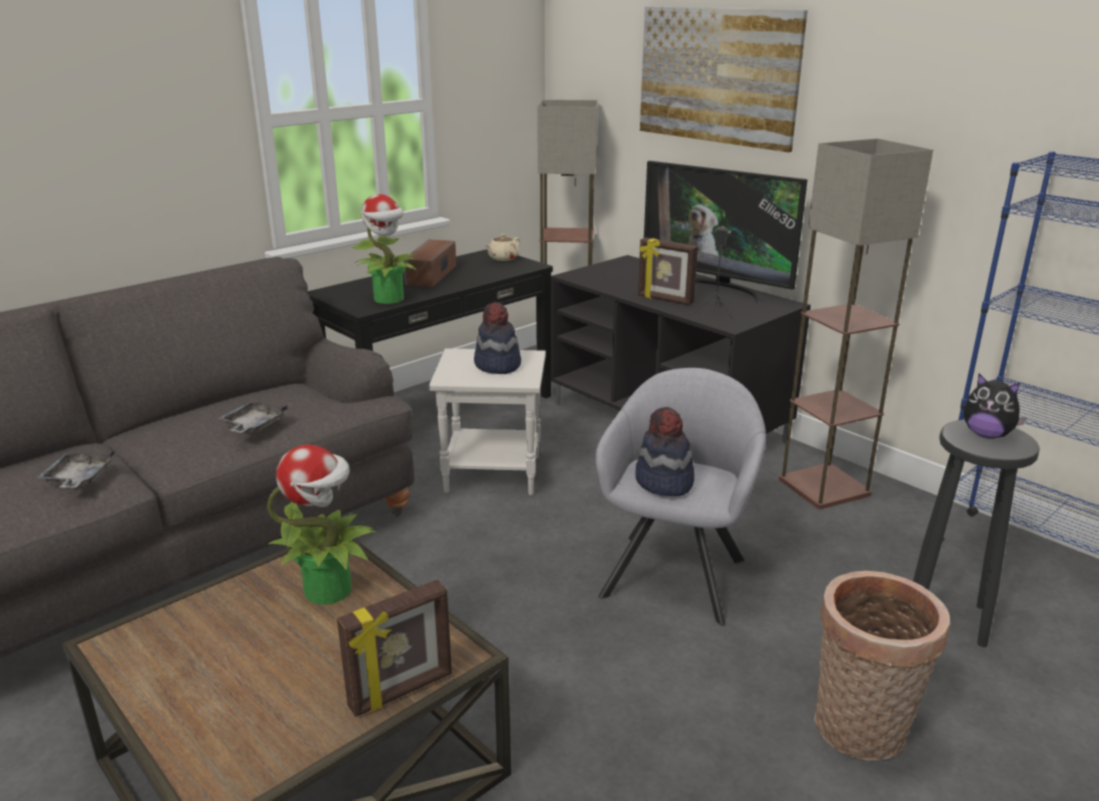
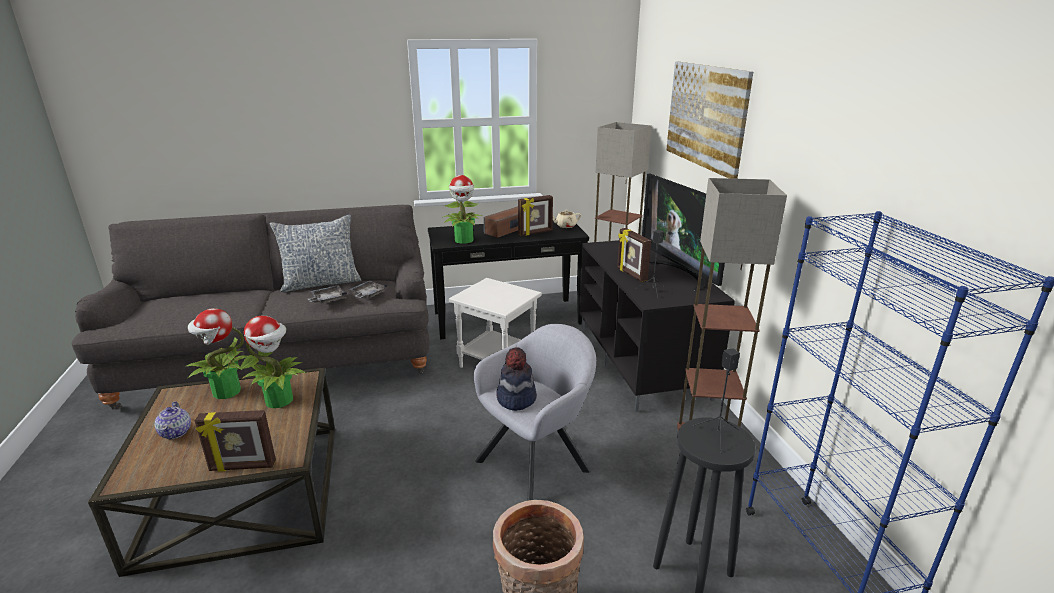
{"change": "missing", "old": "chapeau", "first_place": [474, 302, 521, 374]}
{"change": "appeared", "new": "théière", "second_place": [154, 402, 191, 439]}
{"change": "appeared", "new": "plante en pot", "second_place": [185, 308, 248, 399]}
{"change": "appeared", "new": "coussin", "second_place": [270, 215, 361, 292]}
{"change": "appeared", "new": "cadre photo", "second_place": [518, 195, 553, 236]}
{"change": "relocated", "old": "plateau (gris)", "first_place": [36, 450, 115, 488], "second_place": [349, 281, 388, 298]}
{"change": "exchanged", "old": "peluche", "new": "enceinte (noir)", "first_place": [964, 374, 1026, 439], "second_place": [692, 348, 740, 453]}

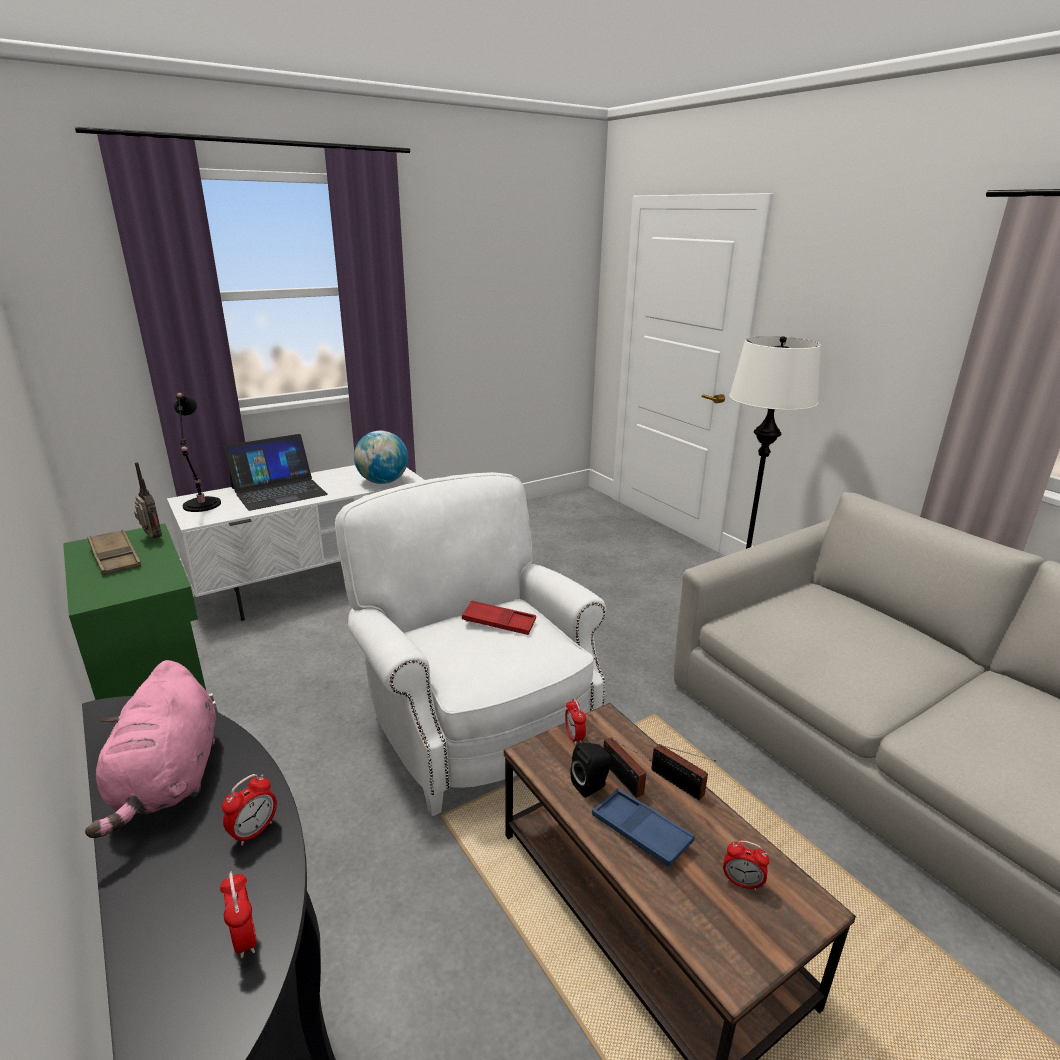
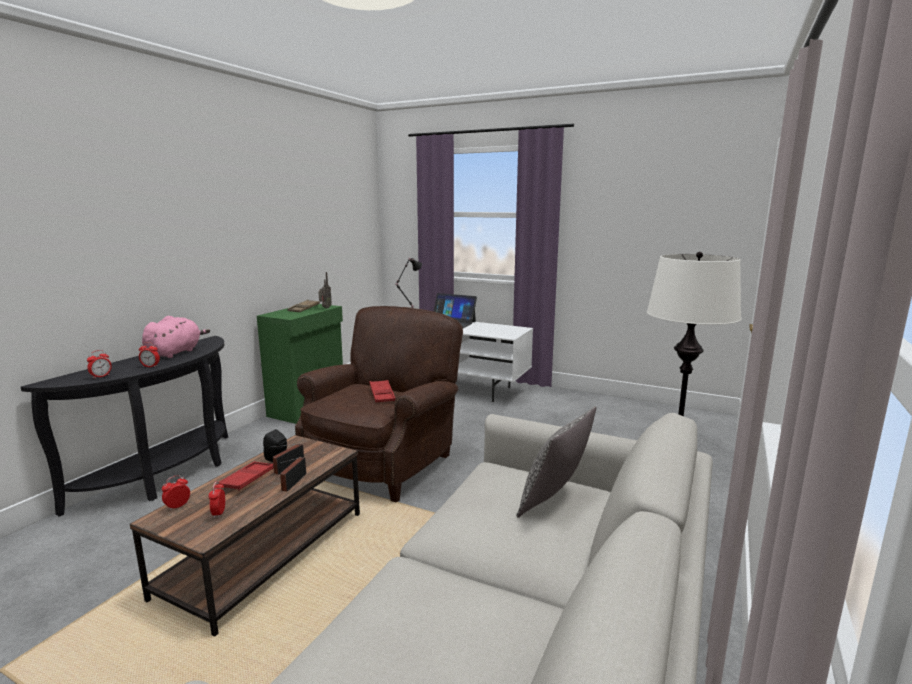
{"change": "missing", "old": "globe", "first_place": [354, 431, 408, 484]}
{"change": "appeared", "new": "coussin", "second_place": [516, 406, 596, 518]}
{"change": "relocated", "old": "réveil", "first_place": [565, 698, 586, 745], "second_place": [162, 475, 190, 511]}
{"change": "colour", "old": "fauteuil (blanc)", "new": "fauteuil (marron)", "first_place": [335, 472, 606, 816], "second_place": [295, 306, 463, 502]}
{"change": "colour", "old": "plateau (bleu)", "new": "plateau (rouge)", "first_place": [592, 788, 695, 867], "second_place": [219, 461, 274, 491]}
{"change": "spun", "old": "peluche (rose)", "first_place": [85, 660, 216, 838], "second_place": [142, 316, 210, 358], "degrees": 150}

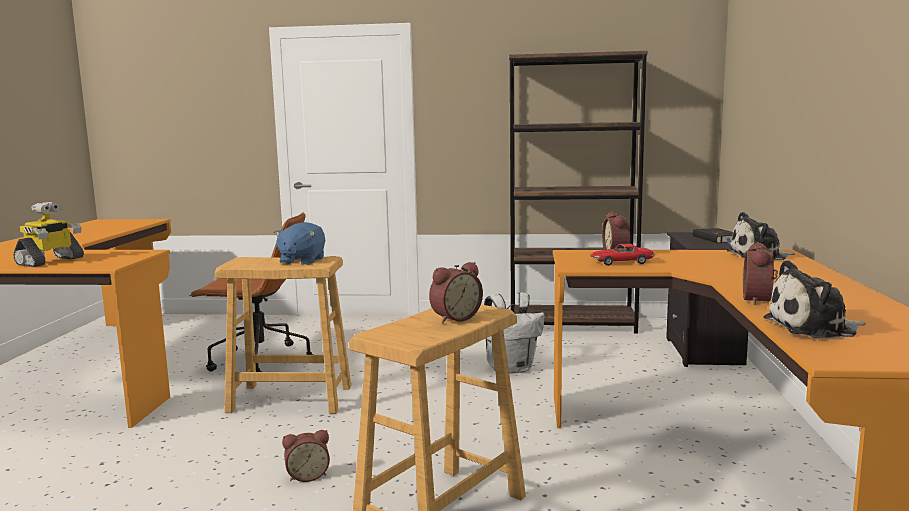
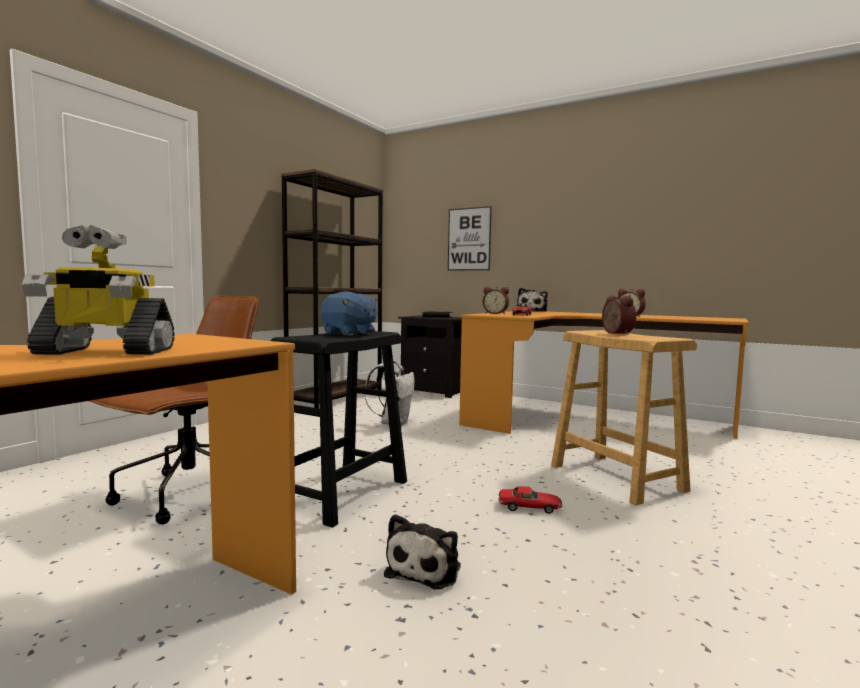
{"change": "appeared", "new": "tableau", "second_place": [448, 206, 492, 271]}
{"change": "relocated", "old": "peluche", "first_place": [763, 260, 866, 338], "second_place": [384, 514, 461, 590]}
{"change": "exchanged", "old": "réveil", "new": "petite voiture", "first_place": [282, 430, 330, 482], "second_place": [498, 486, 563, 514]}
{"change": "colour", "old": "tabouret (beige)", "new": "tabouret (noir)", "first_place": [215, 256, 352, 414], "second_place": [271, 330, 407, 528]}
{"change": "spun", "old": "robot jouet", "first_place": [13, 202, 84, 267], "second_place": [22, 225, 175, 355], "degrees": 120}

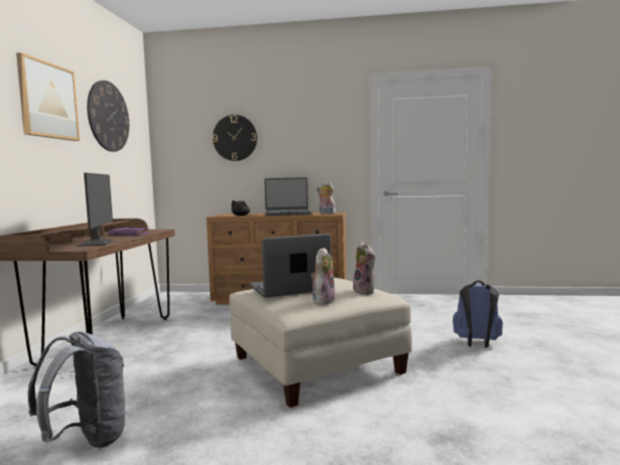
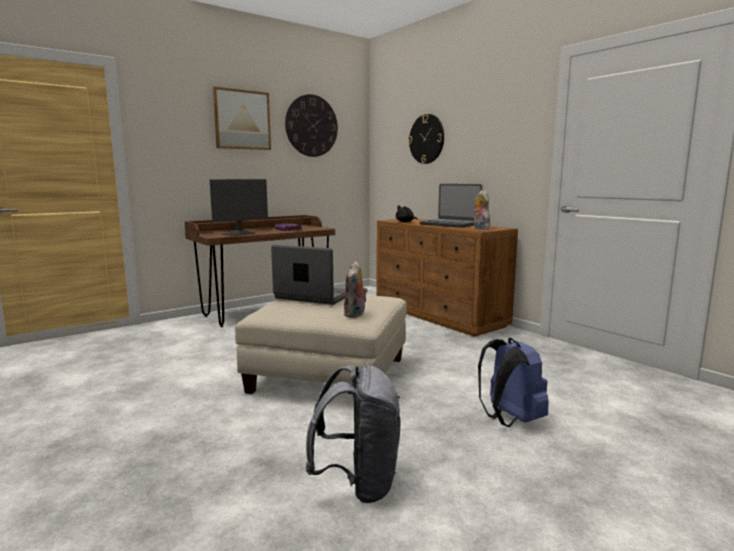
{"change": "missing", "old": "peluche", "first_place": [311, 248, 335, 305]}
{"change": "relocated", "old": "sac à dos (gris)", "first_place": [28, 332, 127, 448], "second_place": [305, 364, 400, 503]}

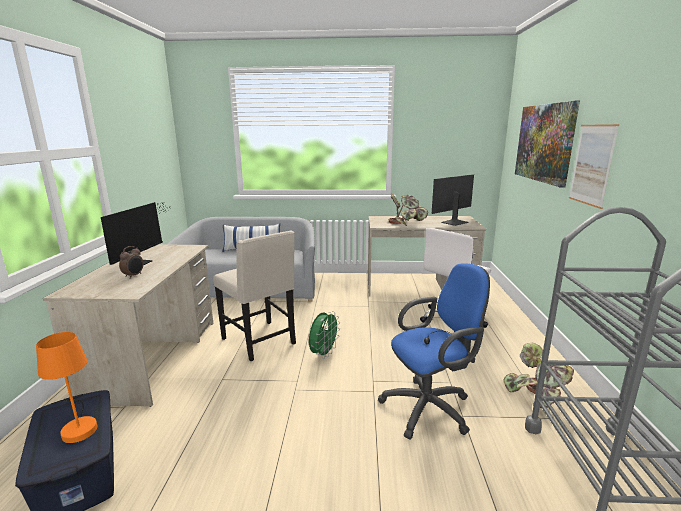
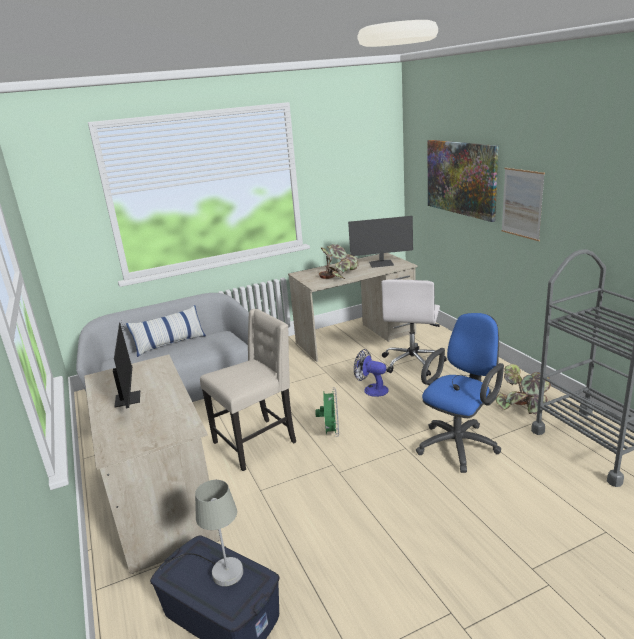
{"change": "missing", "old": "réveil", "first_place": [119, 246, 143, 278]}
{"change": "appeared", "new": "ventilateur", "second_place": [354, 349, 389, 397]}
{"change": "colour", "old": "lampe de table (orange)", "new": "lampe de table (gris)", "first_place": [36, 332, 98, 443], "second_place": [160, 480, 243, 587]}
{"change": "spun", "old": "chaise (beige)", "first_place": [213, 231, 296, 361], "second_place": [200, 309, 296, 471], "degrees": -60}
{"change": "spun", "old": "écran d'ordinateur", "first_place": [432, 174, 474, 226], "second_place": [348, 216, 413, 268], "degrees": -120}

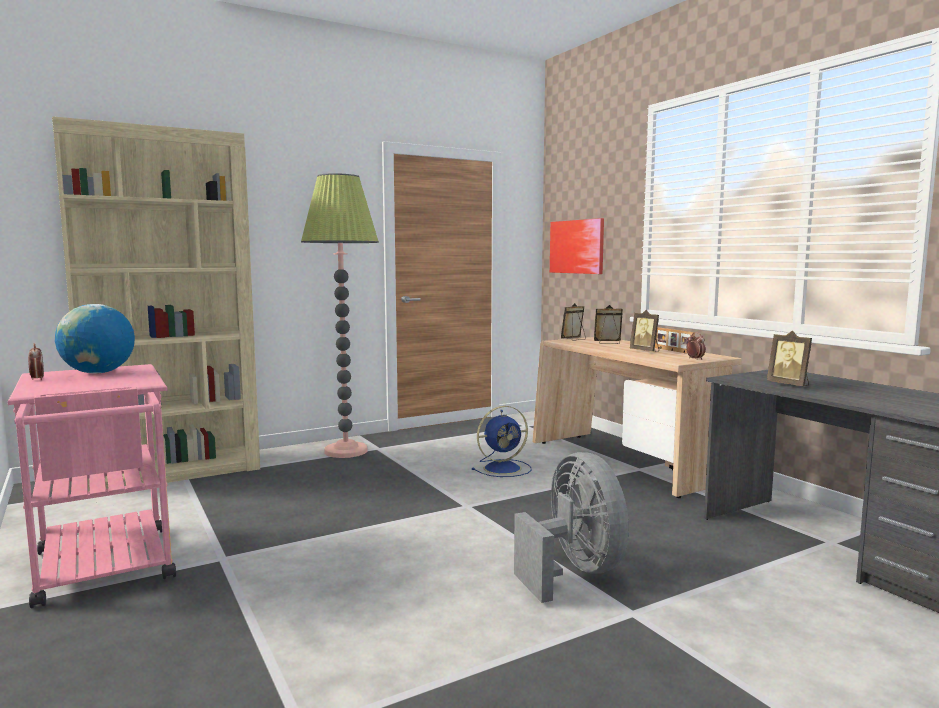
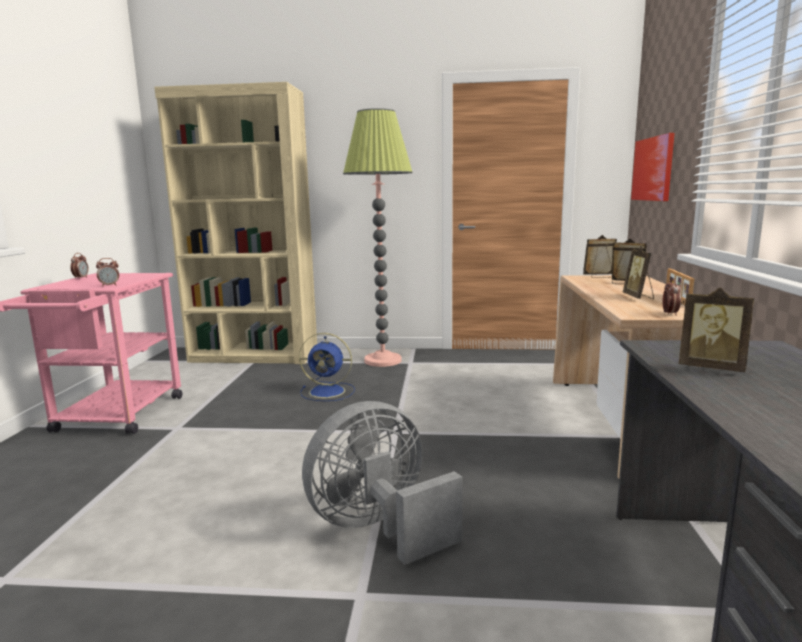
{"change": "missing", "old": "globe", "first_place": [55, 304, 135, 374]}
{"change": "appeared", "new": "réveil", "second_place": [96, 258, 119, 287]}
{"change": "relocated", "old": "ventilateur (bleu)", "first_place": [471, 406, 532, 477], "second_place": [299, 333, 355, 401]}
{"change": "spun", "old": "ventilateur (gris)", "first_place": [514, 452, 629, 603], "second_place": [302, 401, 463, 565], "degrees": -135}
{"change": "spun", "old": "cadre photo", "first_place": [767, 331, 812, 386], "second_place": [679, 287, 754, 372], "degrees": -60}

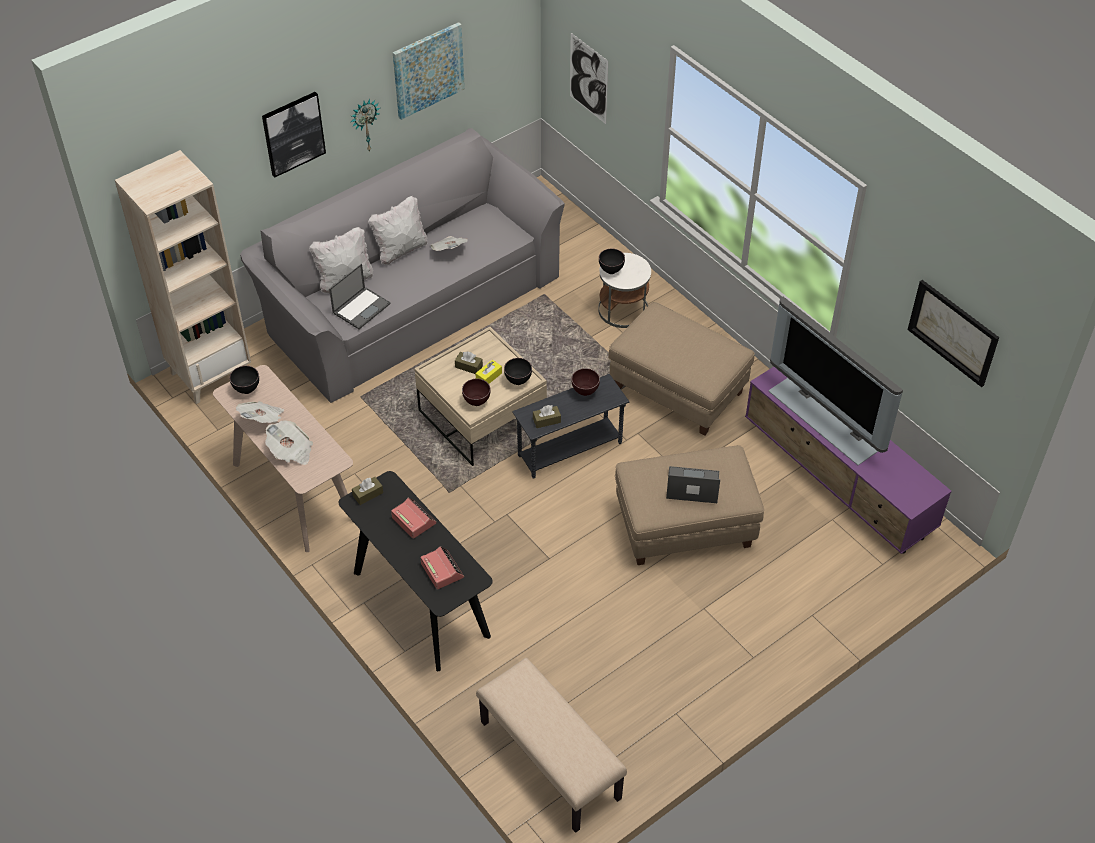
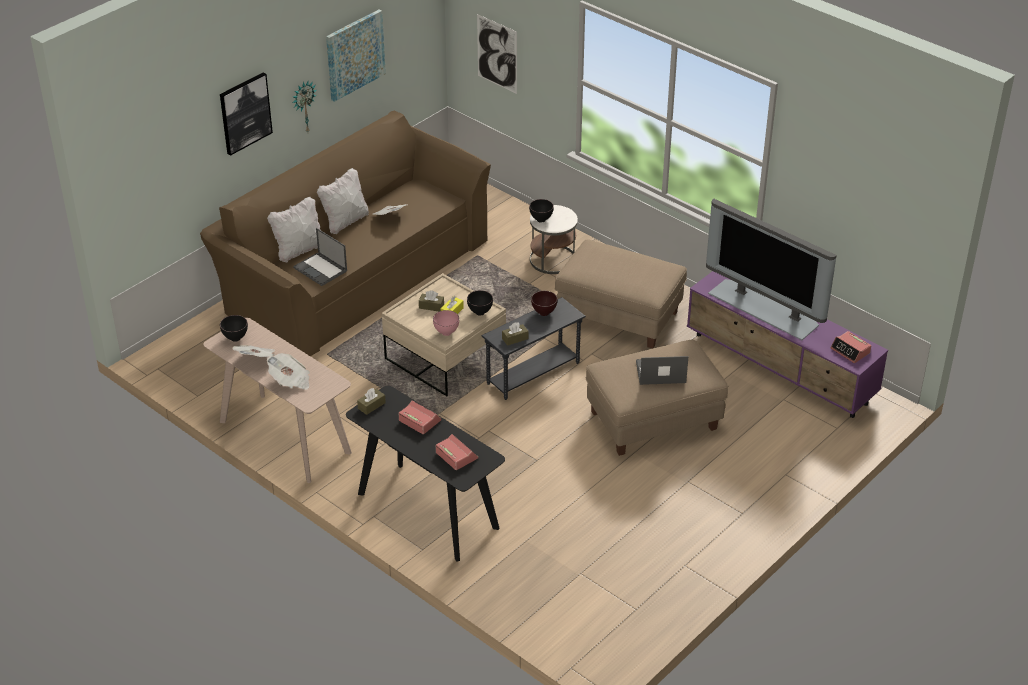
{"change": "missing", "old": "bibliothèque (beige)", "first_place": [115, 150, 251, 404]}
{"change": "missing", "old": "banc (beige)", "first_place": [476, 658, 627, 833]}
{"change": "missing", "old": "tableau", "first_place": [908, 280, 999, 387]}
{"change": "appeared", "new": "réveil", "second_place": [830, 331, 871, 363]}
{"change": "colour", "old": "canapé (gris)", "new": "canapé (marron)", "first_place": [240, 128, 565, 403], "second_place": [200, 111, 491, 356]}
{"change": "colour", "old": "bol (marron)", "new": "bol (rose)", "first_place": [462, 379, 491, 406], "second_place": [433, 310, 459, 336]}
{"change": "spun", "old": "ordinateur portable", "first_place": [329, 264, 391, 329], "second_place": [293, 228, 347, 286], "degrees": 105}

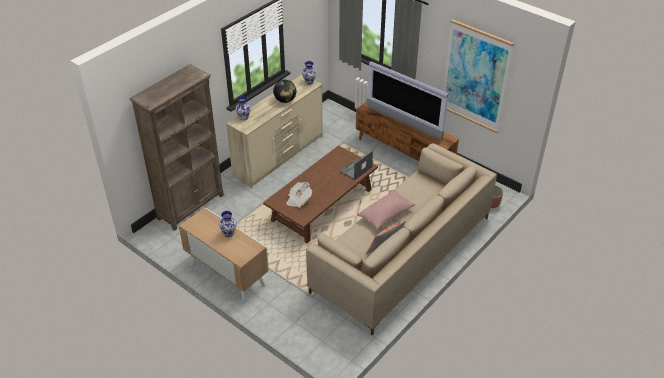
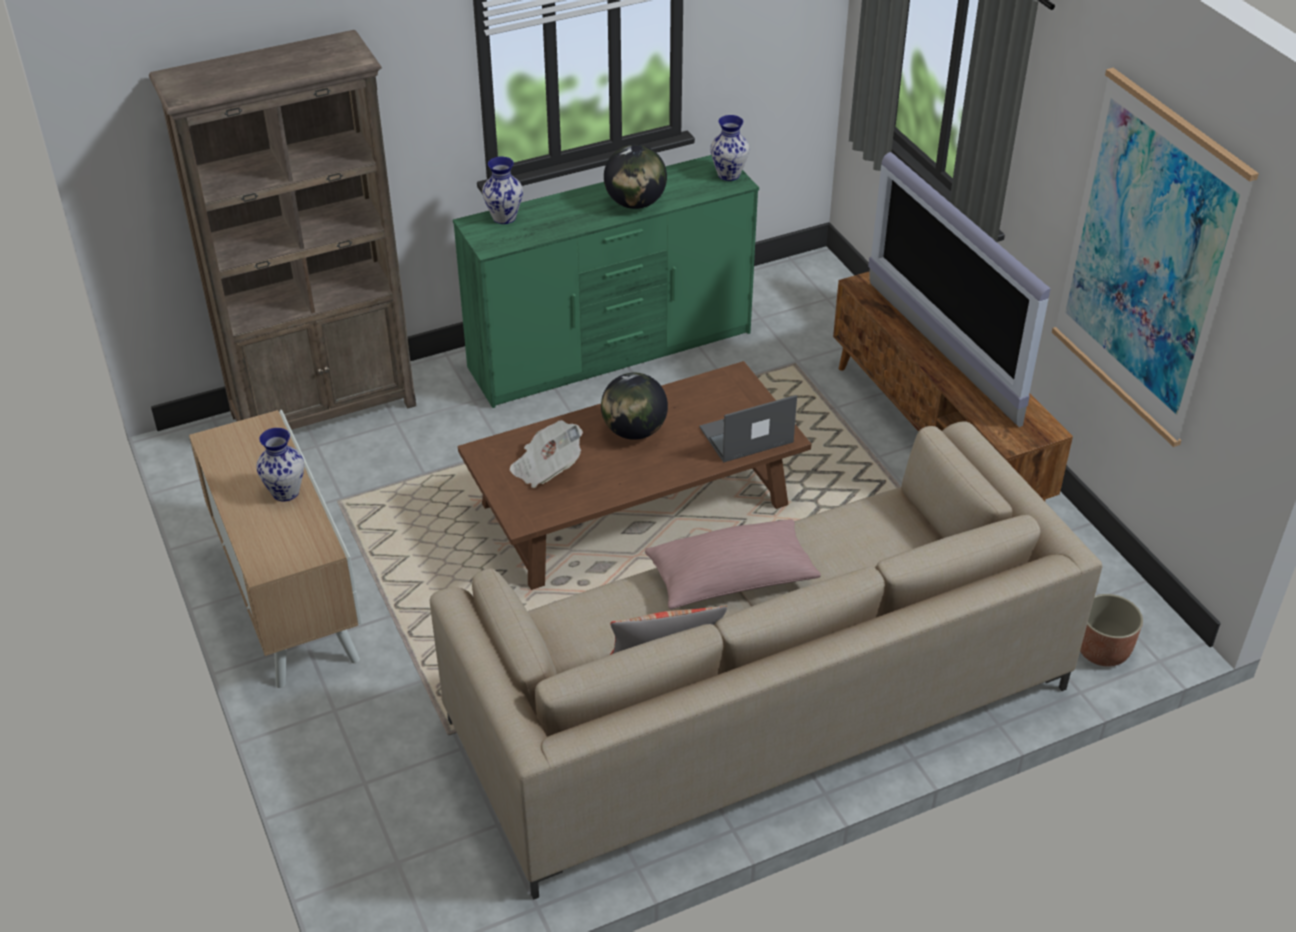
{"change": "appeared", "new": "globe", "second_place": [601, 373, 668, 440]}
{"change": "colour", "old": "commode (beige)", "new": "commode (vert)", "first_place": [226, 75, 323, 188], "second_place": [453, 155, 759, 408]}

